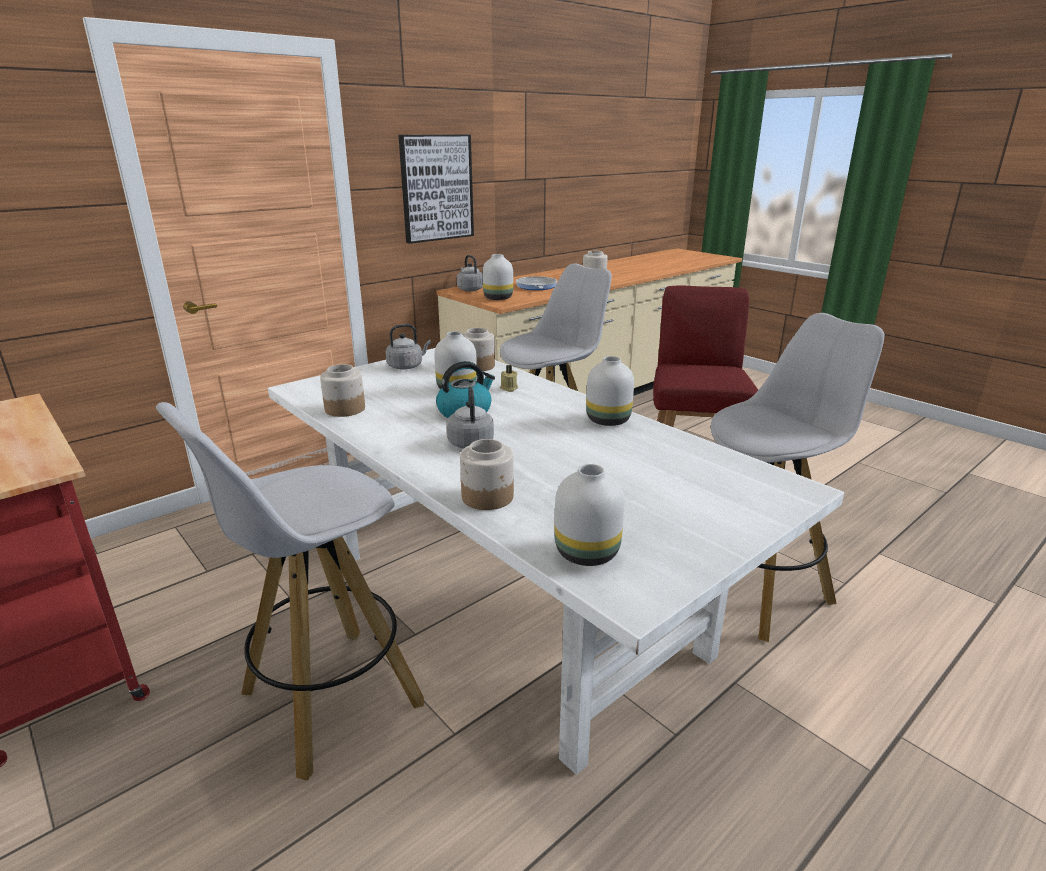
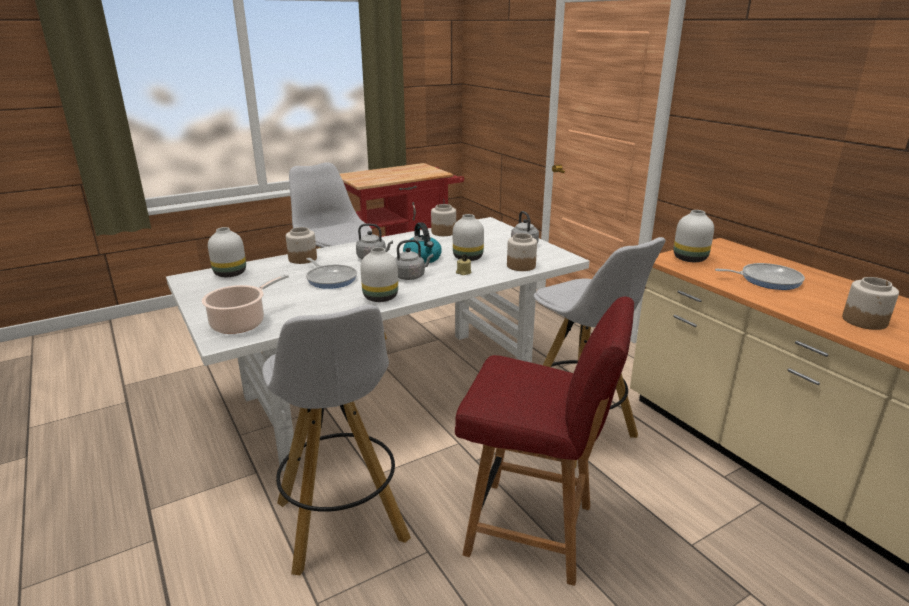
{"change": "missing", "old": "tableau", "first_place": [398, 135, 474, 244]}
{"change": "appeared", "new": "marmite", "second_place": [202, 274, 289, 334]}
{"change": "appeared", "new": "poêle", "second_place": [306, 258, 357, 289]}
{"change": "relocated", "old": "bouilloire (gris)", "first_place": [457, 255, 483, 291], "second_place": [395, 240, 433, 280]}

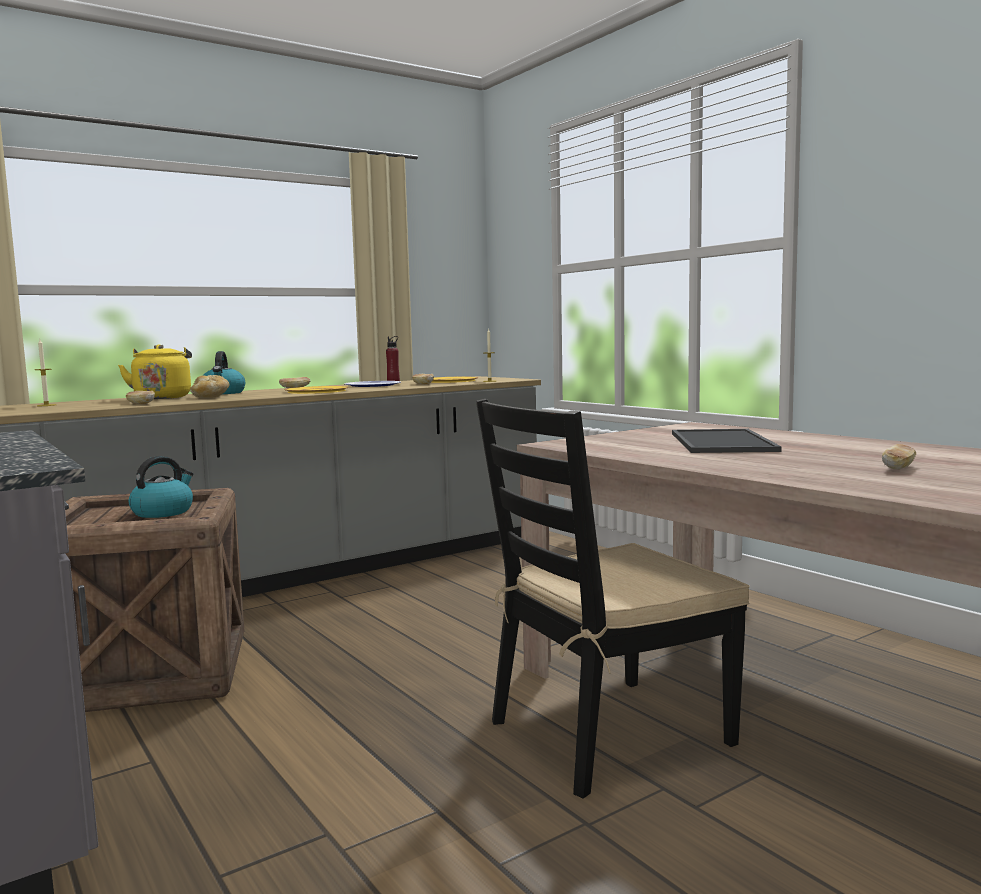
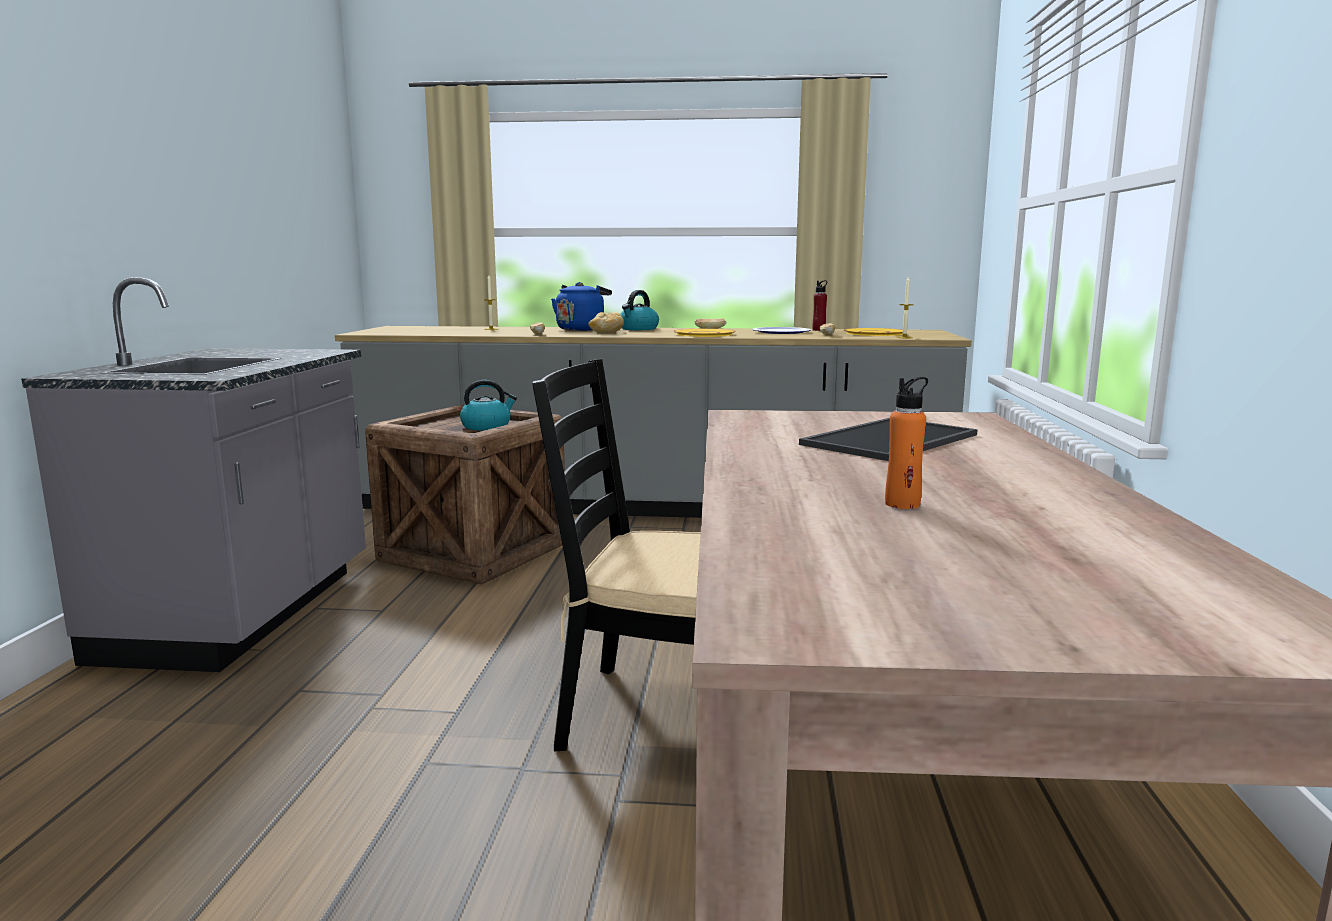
{"change": "exchanged", "old": "pain", "new": "bouteille (orange)", "first_place": [882, 444, 916, 470], "second_place": [885, 377, 928, 509]}
{"change": "colour", "old": "bouilloire (jaune)", "new": "bouilloire (bleu)", "first_place": [118, 344, 192, 399], "second_place": [551, 282, 612, 331]}

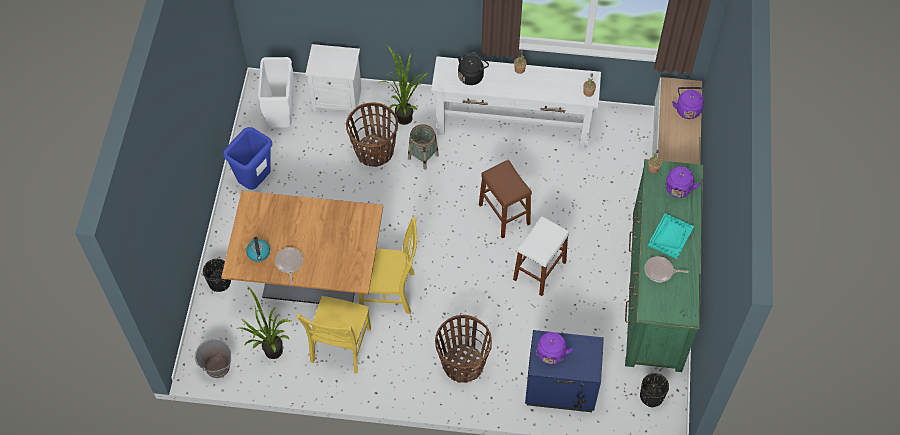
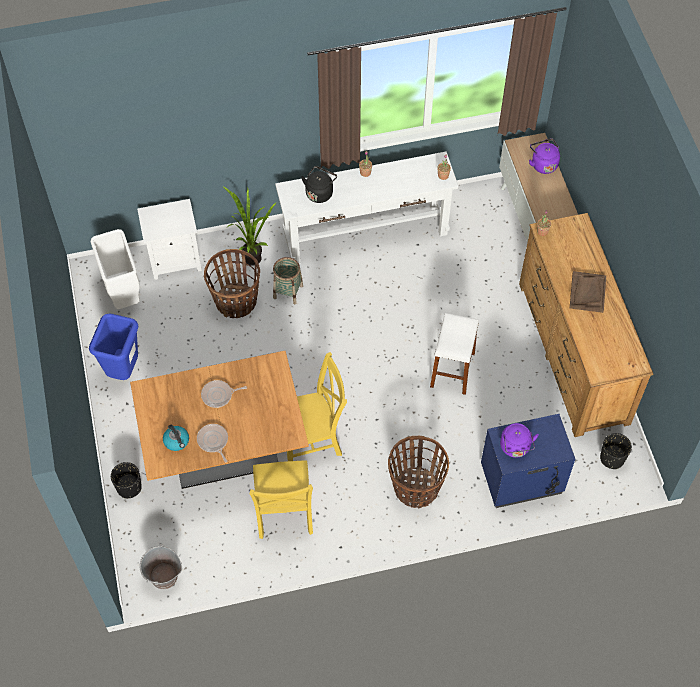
{"change": "missing", "old": "plante en pot", "first_place": [236, 286, 291, 359]}
{"change": "missing", "old": "tabouret (marron)", "first_place": [479, 160, 532, 239]}
{"change": "missing", "old": "bouilloire (violet)", "first_place": [665, 166, 701, 198]}
{"change": "relocated", "old": "poêle", "first_place": [644, 256, 689, 282], "second_place": [201, 380, 247, 408]}
{"change": "colour", "old": "commode (vert)", "new": "commode (marron)", "first_place": [625, 159, 703, 372], "second_place": [519, 213, 653, 437]}
{"change": "colour", "old": "plateau (turquoise)", "new": "plateau (marron)", "first_place": [648, 213, 694, 259], "second_place": [570, 271, 606, 313]}

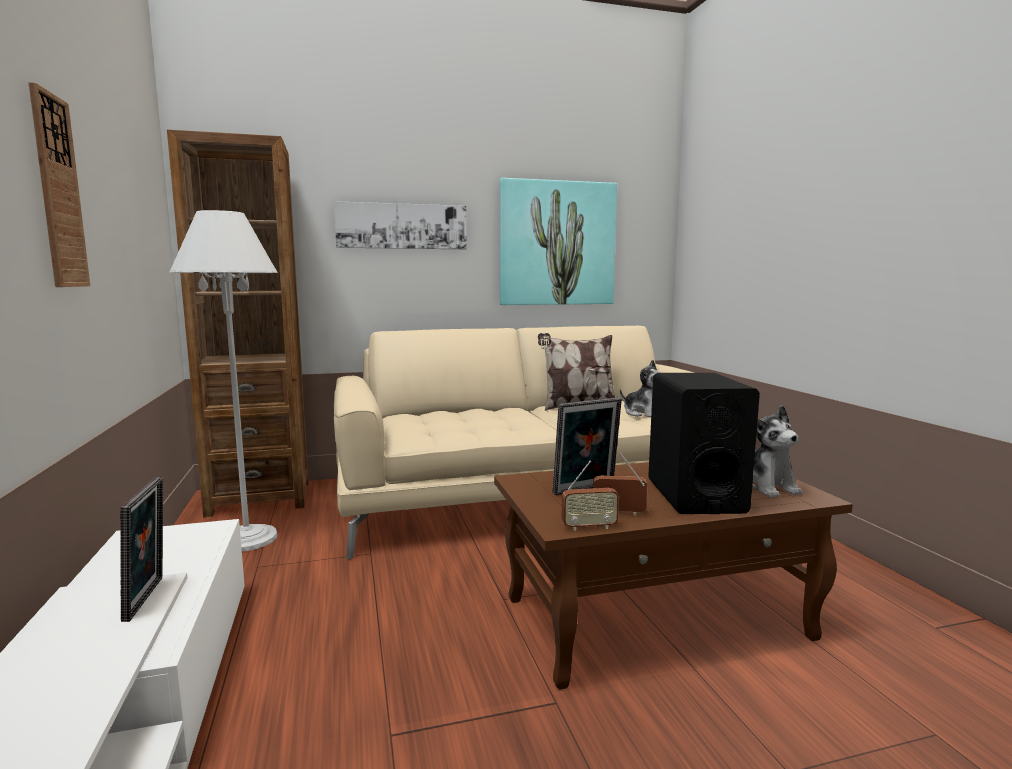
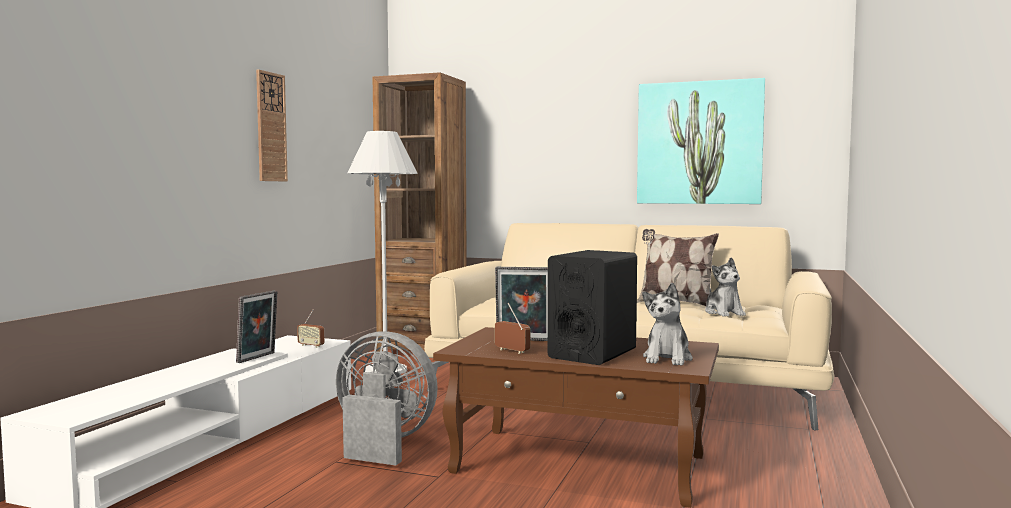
{"change": "missing", "old": "tableau", "first_place": [334, 201, 467, 249]}
{"change": "appeared", "new": "ventilateur (gris)", "second_place": [336, 331, 438, 466]}
{"change": "relocated", "old": "radio", "first_place": [562, 460, 619, 531], "second_place": [297, 309, 325, 348]}

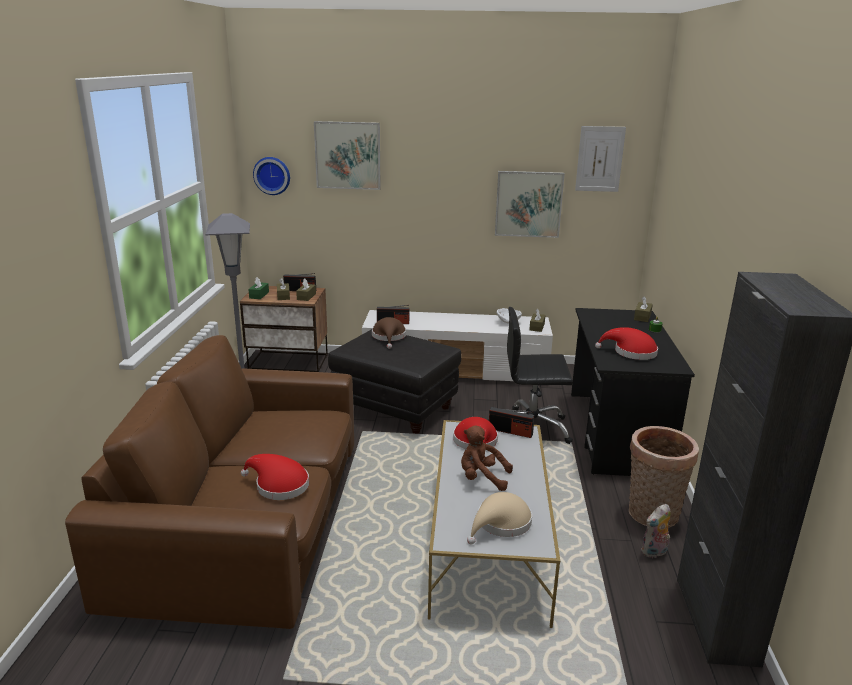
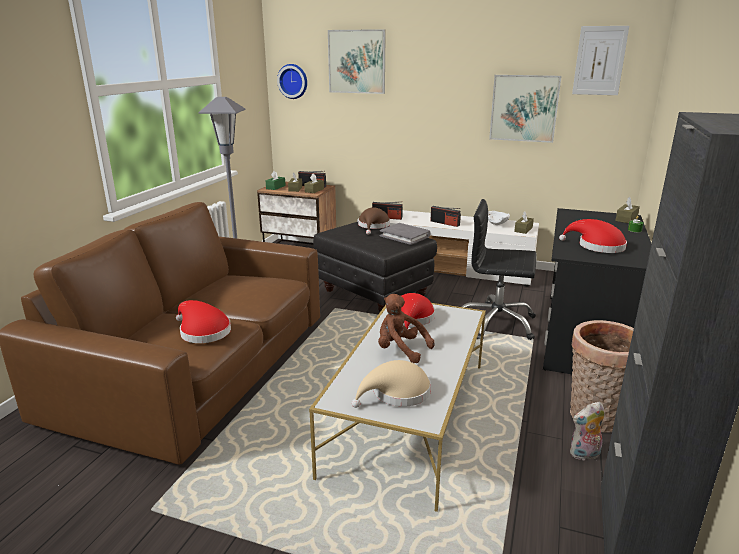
{"change": "appeared", "new": "livre (gris)", "second_place": [380, 223, 431, 245]}
{"change": "relocated", "old": "radio", "first_place": [489, 407, 534, 438], "second_place": [430, 206, 461, 227]}

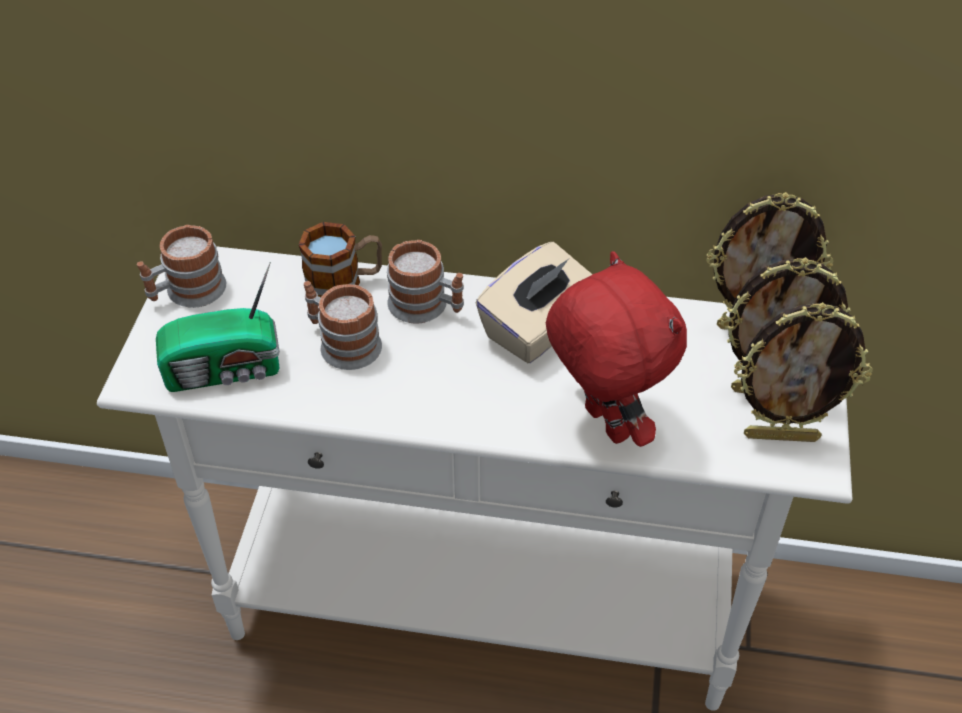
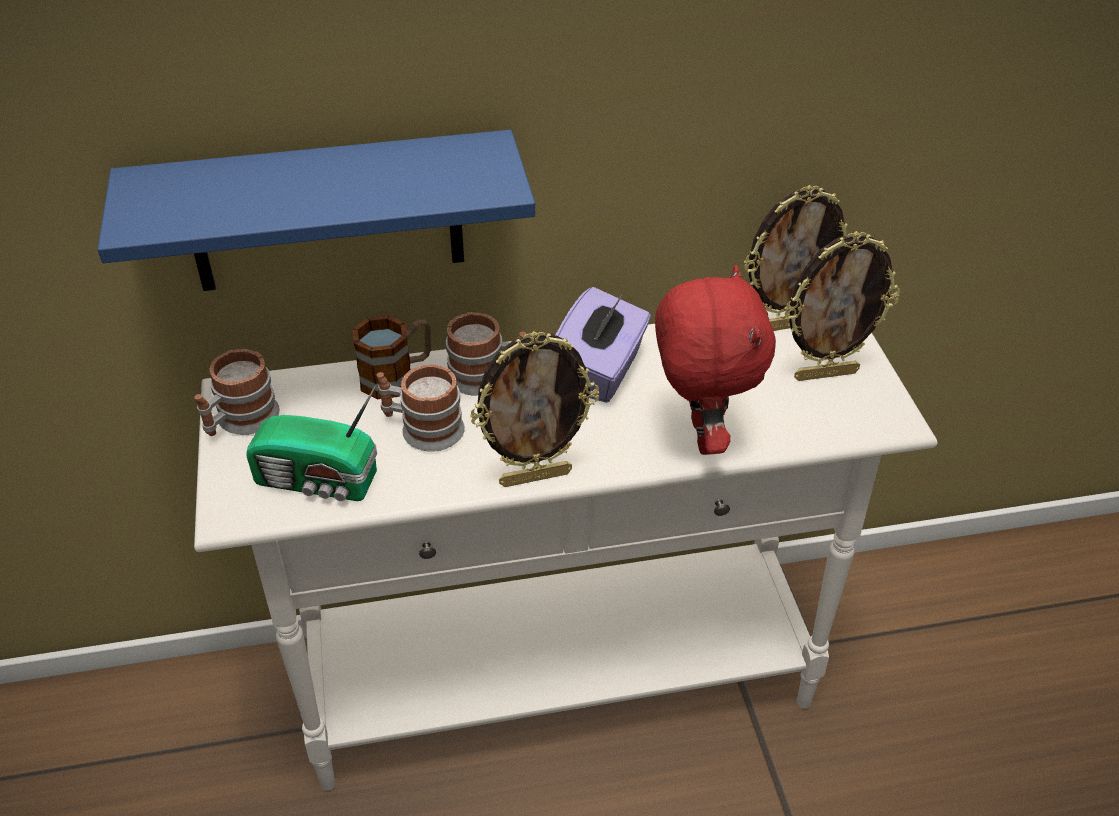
{"change": "appeared", "new": "étagère (bleu)", "second_place": [97, 130, 535, 291]}
{"change": "relocated", "old": "cadre photo", "first_place": [734, 302, 873, 442], "second_place": [470, 331, 599, 487]}
{"change": "colour", "old": "boîte à mouchoirs (beige)", "new": "boîte à mouchoirs (violet)", "first_place": [476, 242, 592, 363], "second_place": [556, 287, 651, 403]}
{"change": "spun", "old": "radio", "first_place": [156, 262, 280, 392], "second_place": [246, 386, 377, 501], "degrees": 45}
{"change": "spun", "old": "peluche (rouge)", "first_place": [546, 251, 687, 447], "second_place": [655, 265, 776, 455], "degrees": 45}

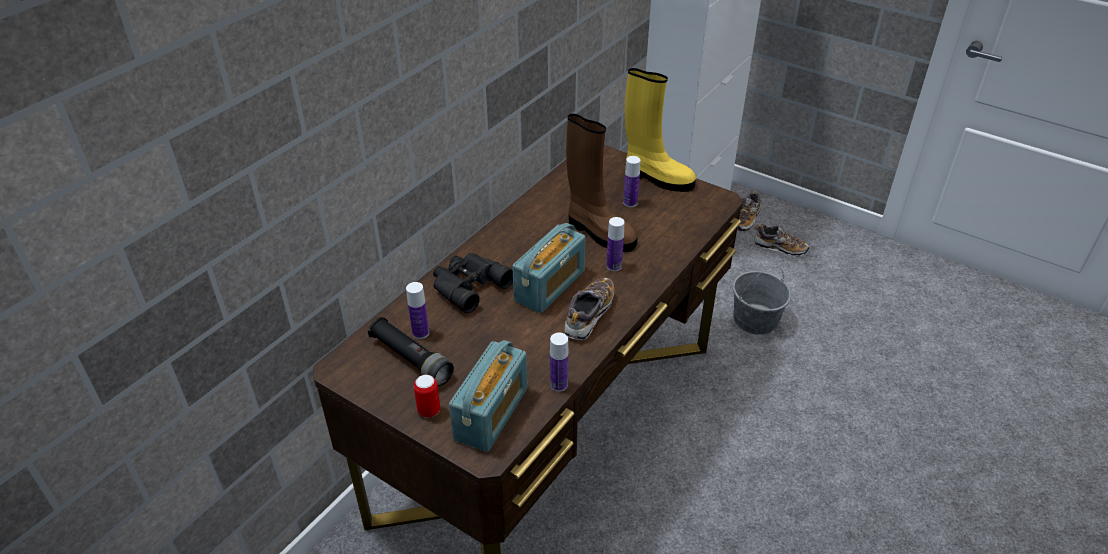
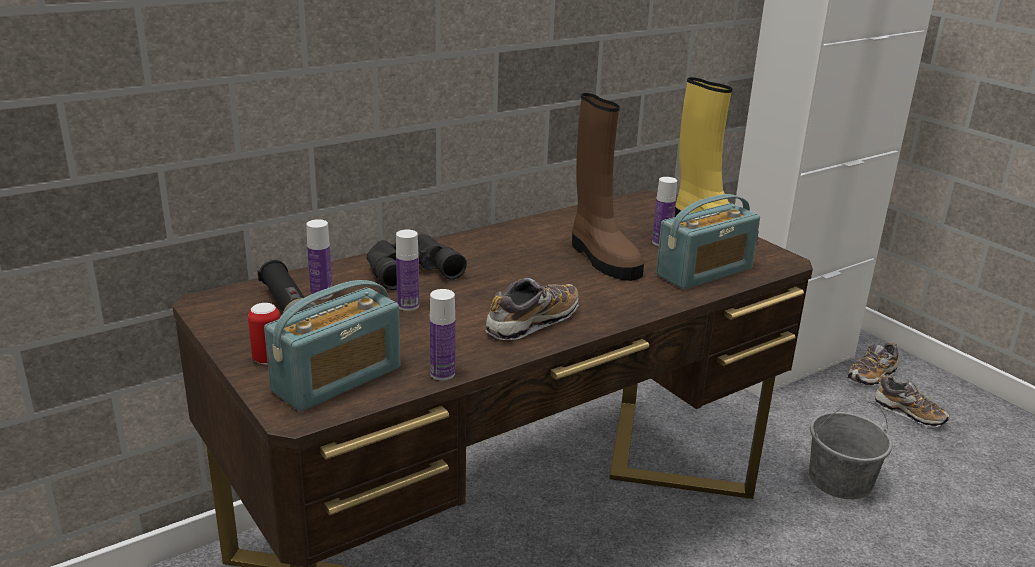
{"change": "relocated", "old": "radio", "first_place": [512, 223, 585, 313], "second_place": [656, 194, 760, 289]}
{"change": "relocated", "old": "bouteille", "first_place": [606, 217, 624, 271], "second_place": [396, 230, 419, 311]}

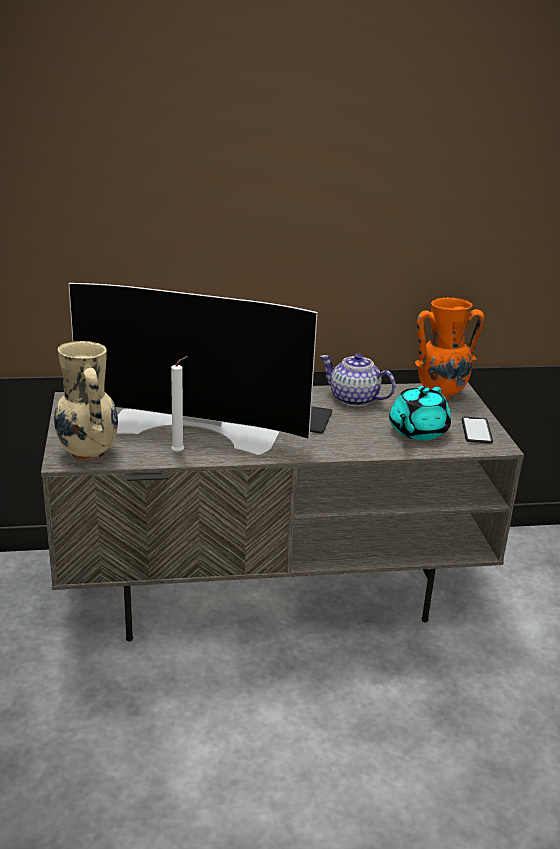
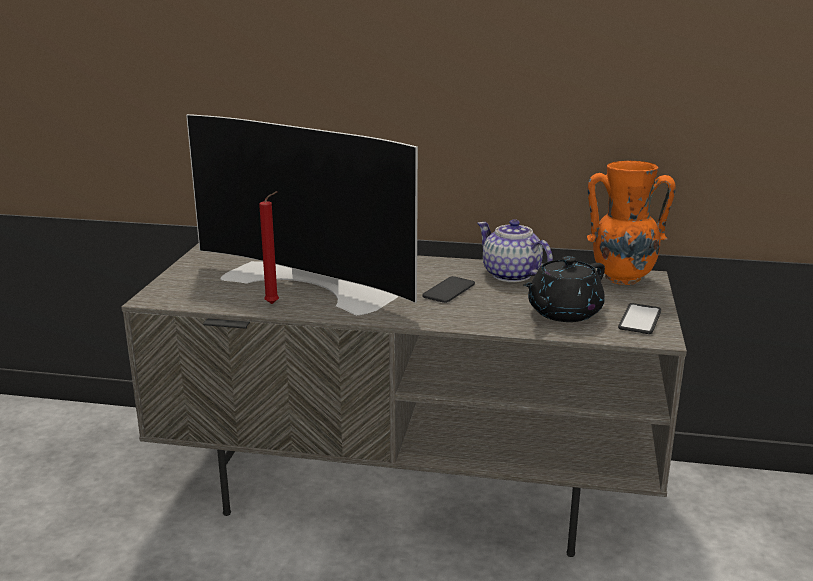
{"change": "missing", "old": "vase (beige)", "first_place": [54, 341, 118, 460]}
{"change": "colour", "old": "bougie (blanc)", "new": "bougie (rouge)", "first_place": [171, 356, 188, 453], "second_place": [259, 191, 279, 304]}
{"change": "colour", "old": "théière (turquoise)", "new": "théière (noir)", "first_place": [389, 386, 451, 440], "second_place": [523, 256, 605, 322]}

